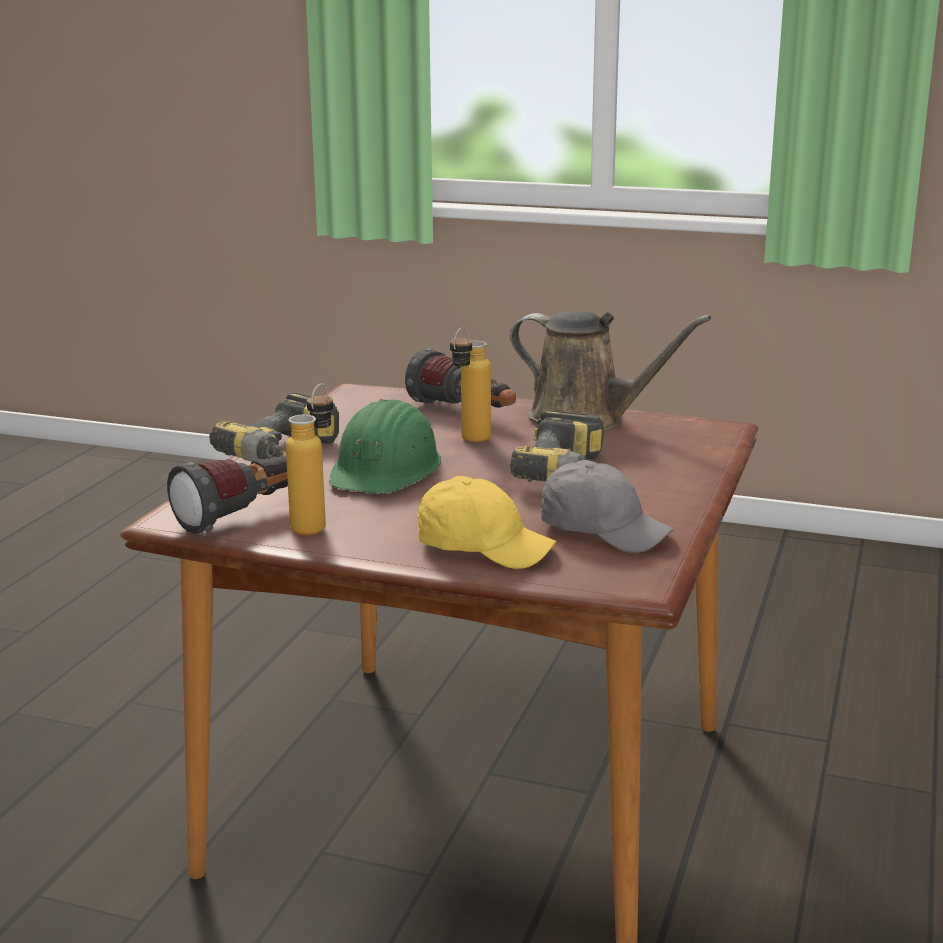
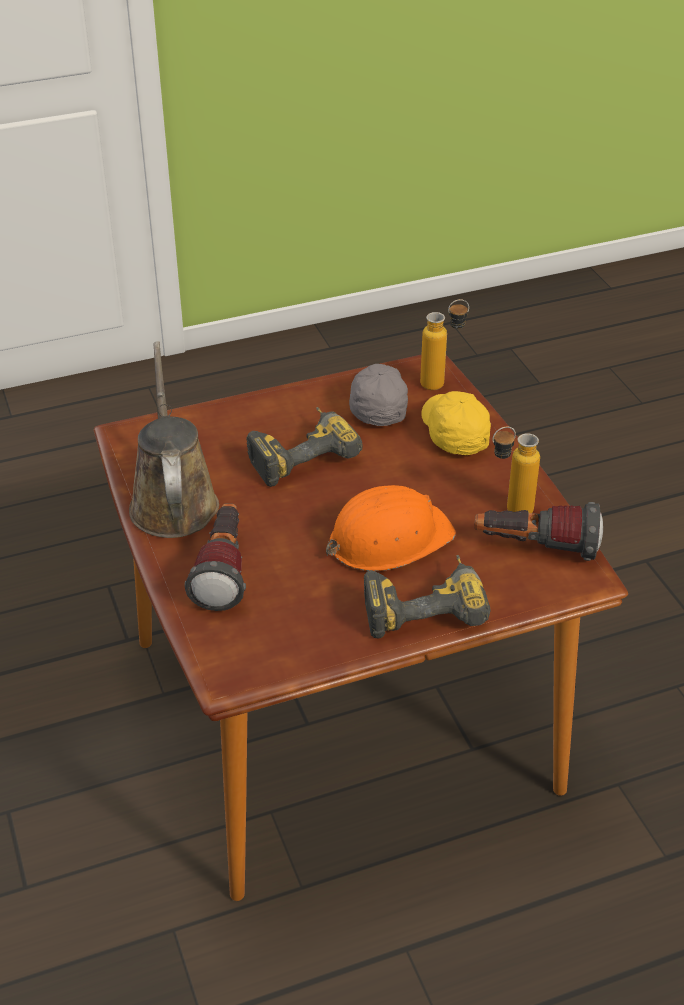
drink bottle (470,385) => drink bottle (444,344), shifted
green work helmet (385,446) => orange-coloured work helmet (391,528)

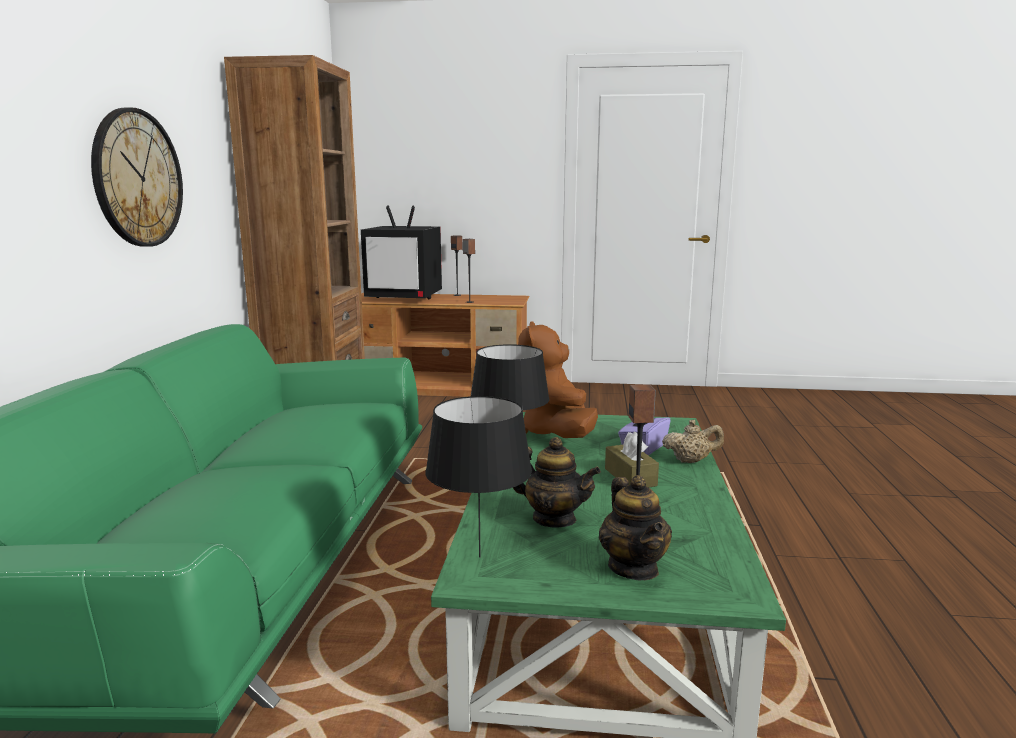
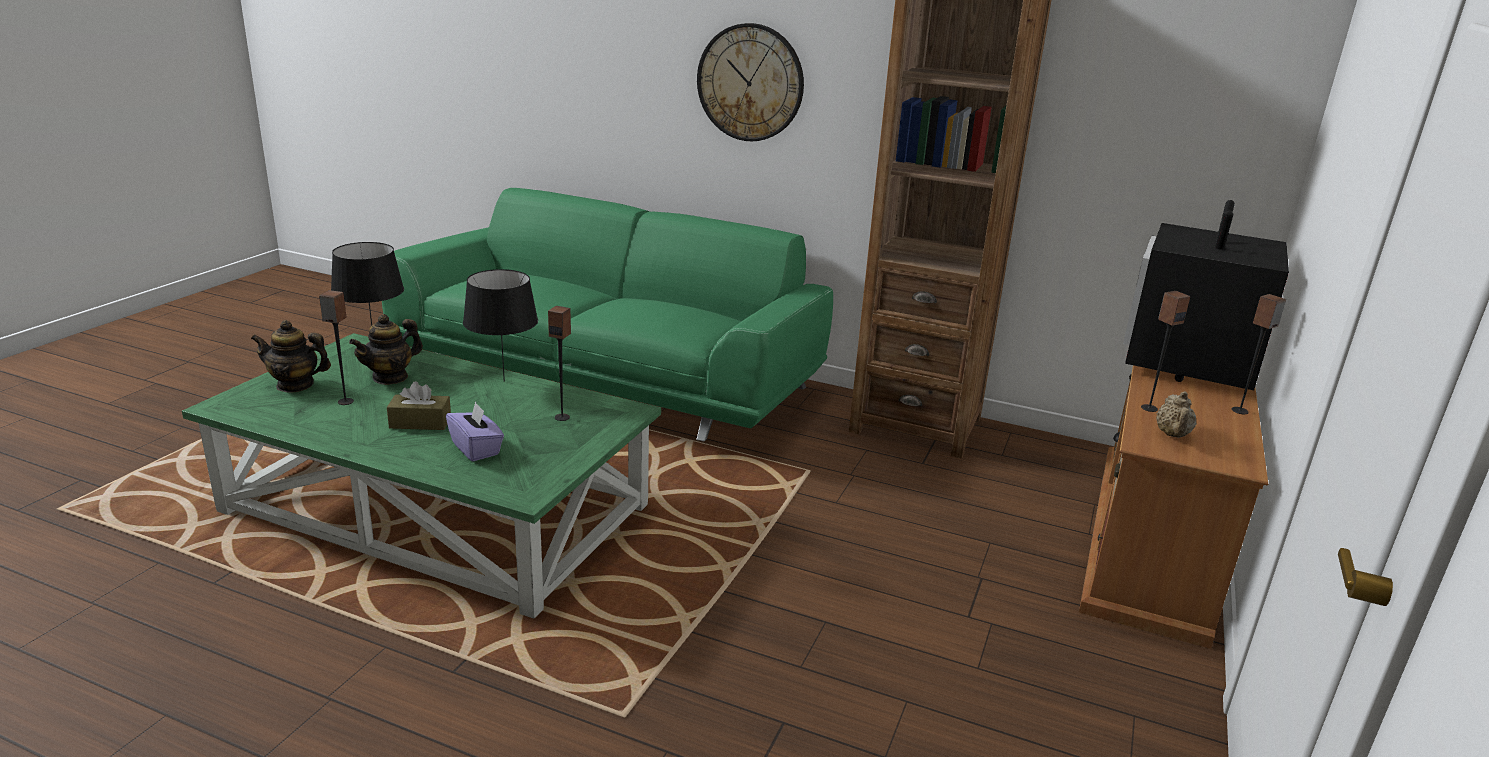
brown-coloured cuddly toy (558,380) => audio speaker (559,363)
sand-coloured pot for tea (693,441) => sand-coloured pot for tea (1176,414), shifted

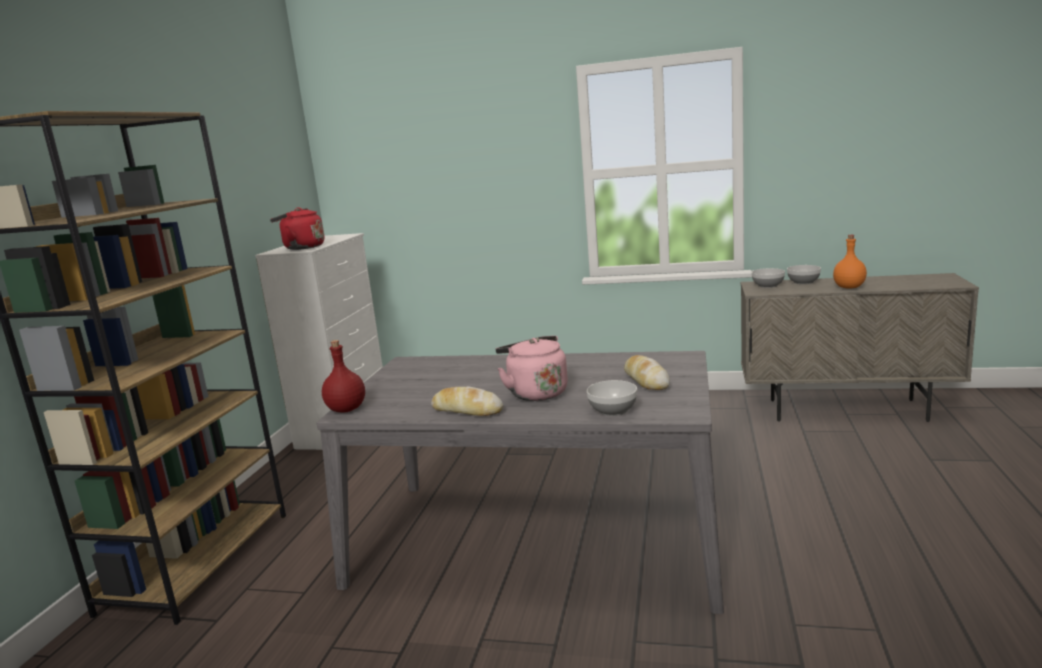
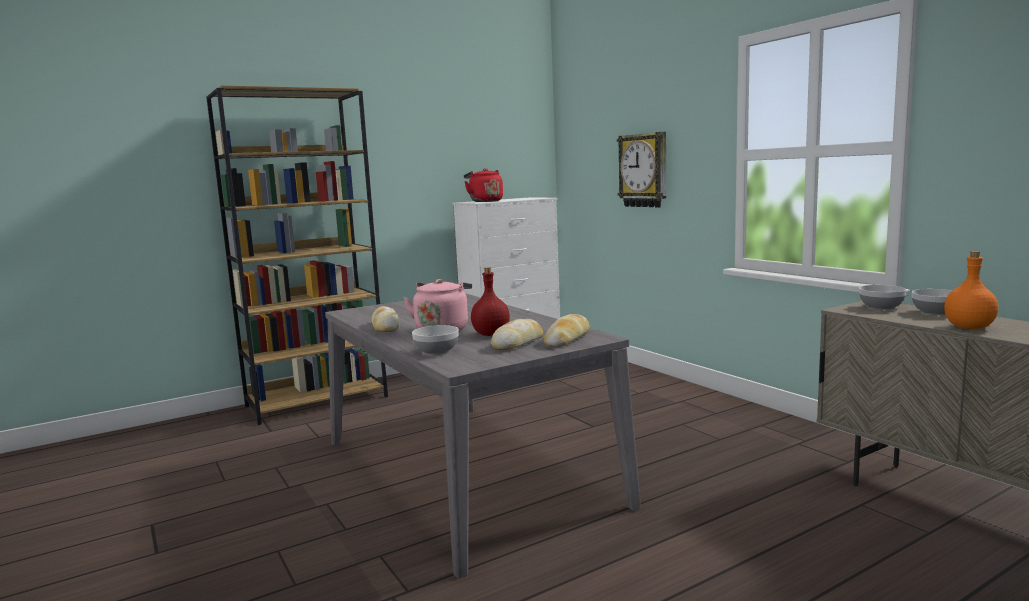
reddish drink bottle (343,376) => reddish drink bottle (490,301), shifted
nothing => wall clock (641,170)
nothing => bakery bread (567,330)

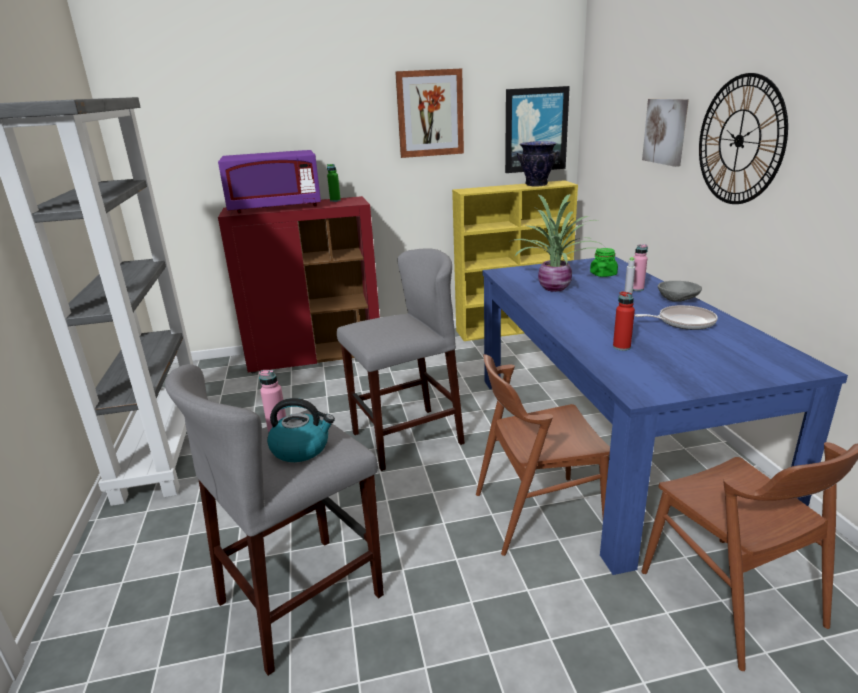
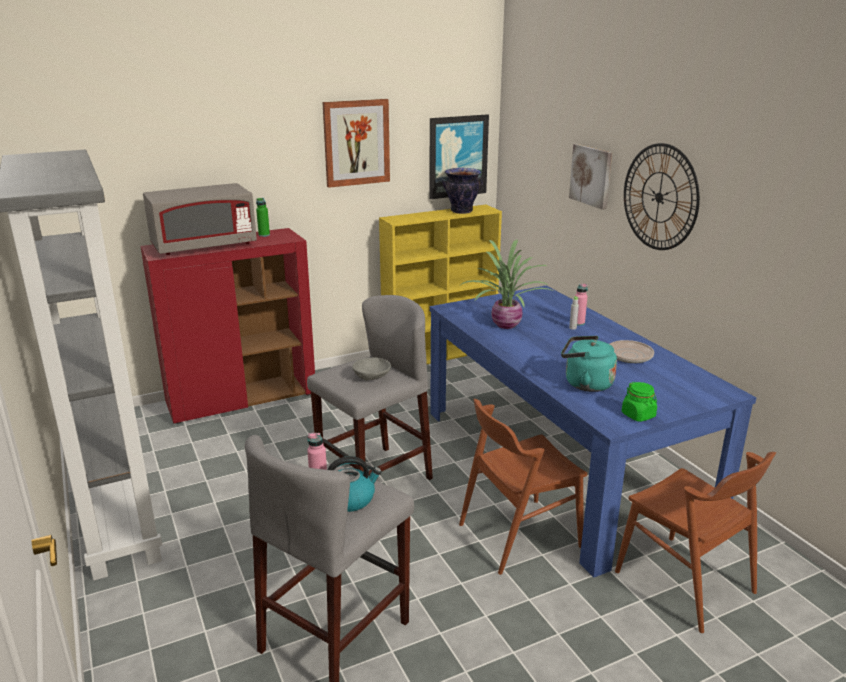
purplish microwave (269,181) => gray microwave (200,219)
green storage jar (604,262) => green storage jar (639,402), shifted
gray serving bowl (680,291) => gray serving bowl (371,369), shifted
reddish drink bottle (624,321) => blue-green water kettle (589,364)

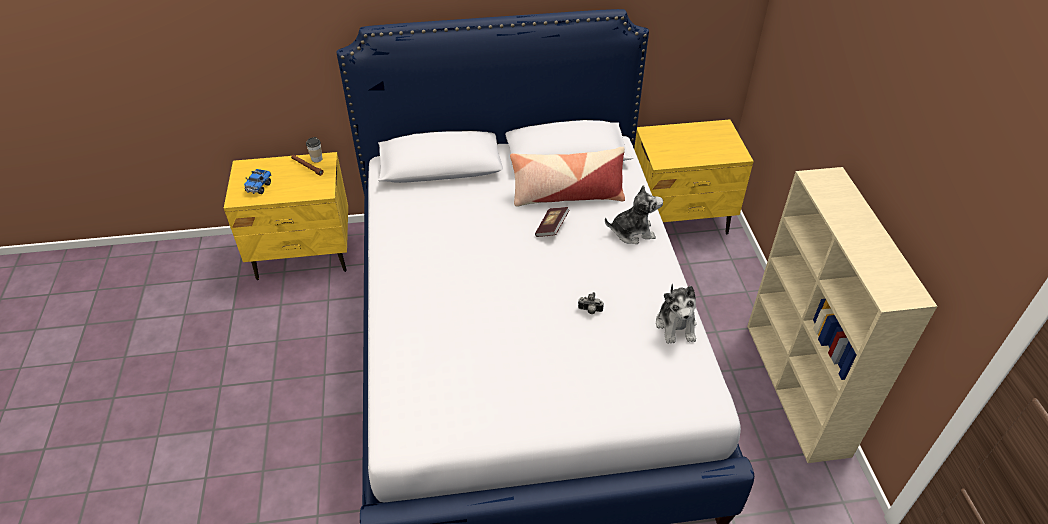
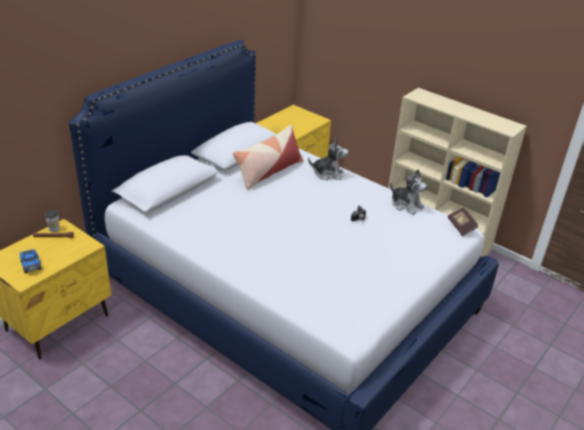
cuddly toy (634,214) => cuddly toy (328,159), 60 degrees clockwise
volume (552,222) => volume (463,221), shifted

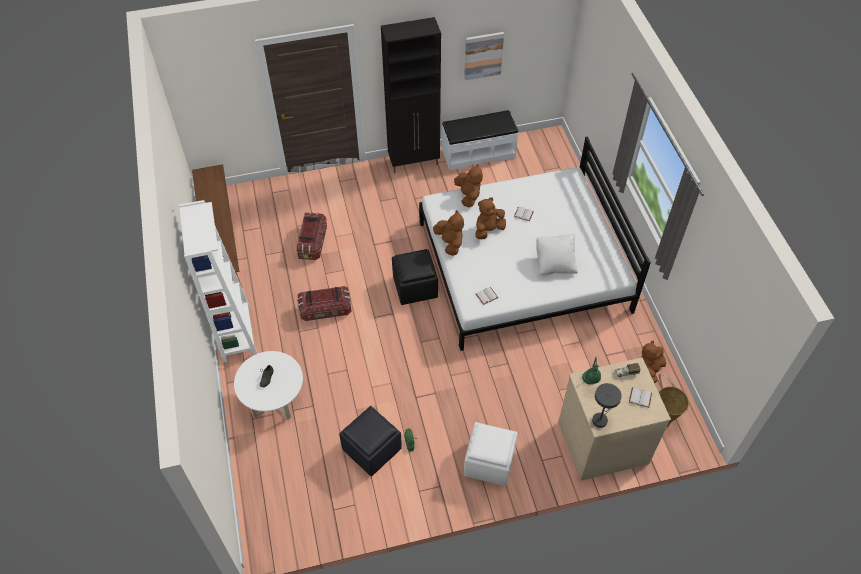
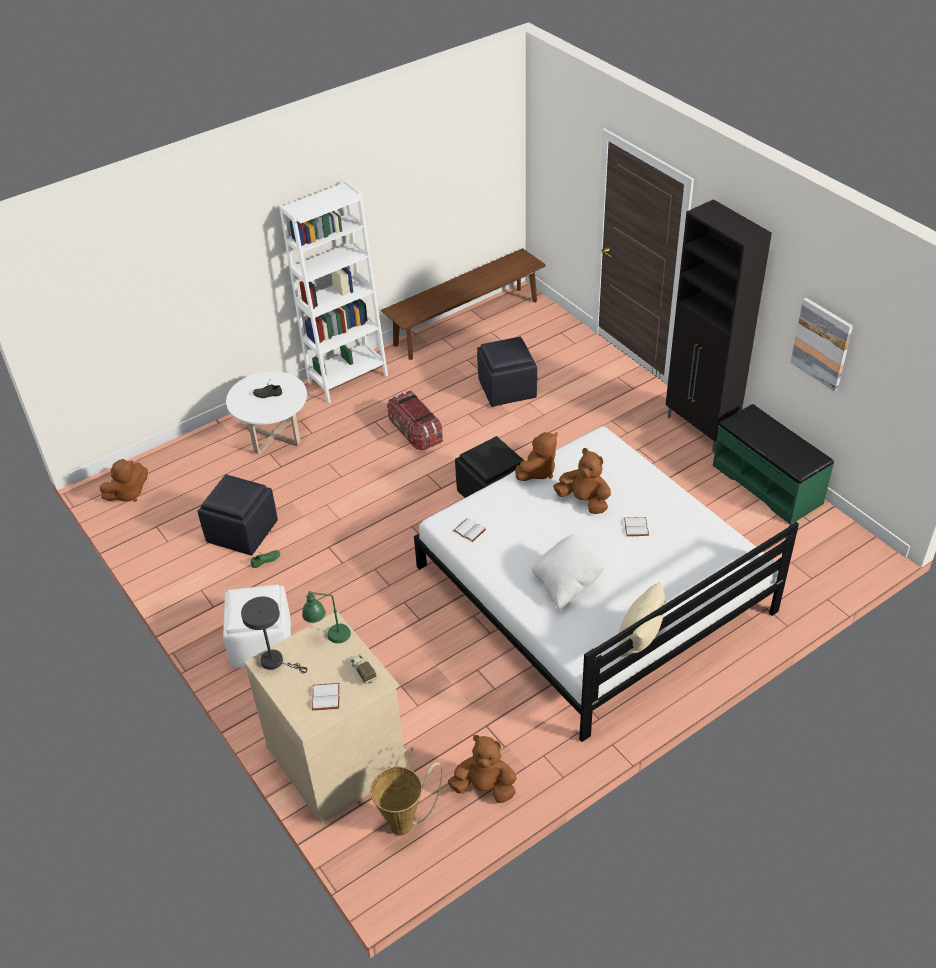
white-coloured bench (480,140) => green bench (773,464)
brown-coloured cuddly toy (468,185) => brown-coloured cuddly toy (124,480), shifted
storage container (312,236) => black-coloured ottoman (507,372)
nothing => sand-coloured cushion (642,619)

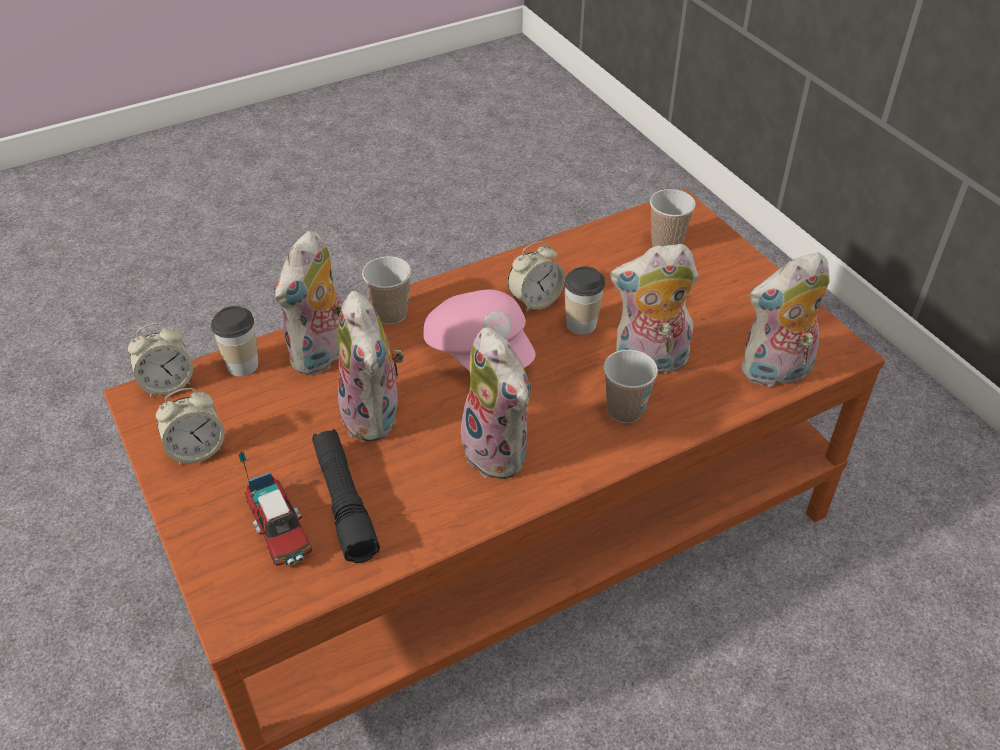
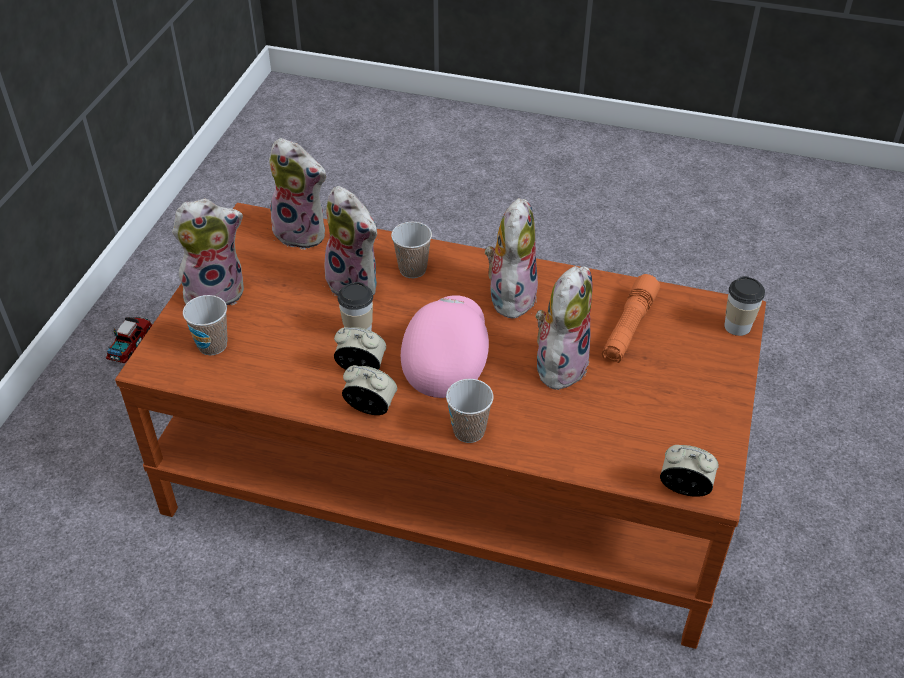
cuddly toy (308,303) => cuddly toy (208,252), shifted
cup (235,341) => cup (744,306), shifted
bedside clock (190,426) => bedside clock (369,390), shifted
black-coloured torch (346,496) => orange-coloured torch (631,318)
model truck (275,508) => model truck (129,340), shifted

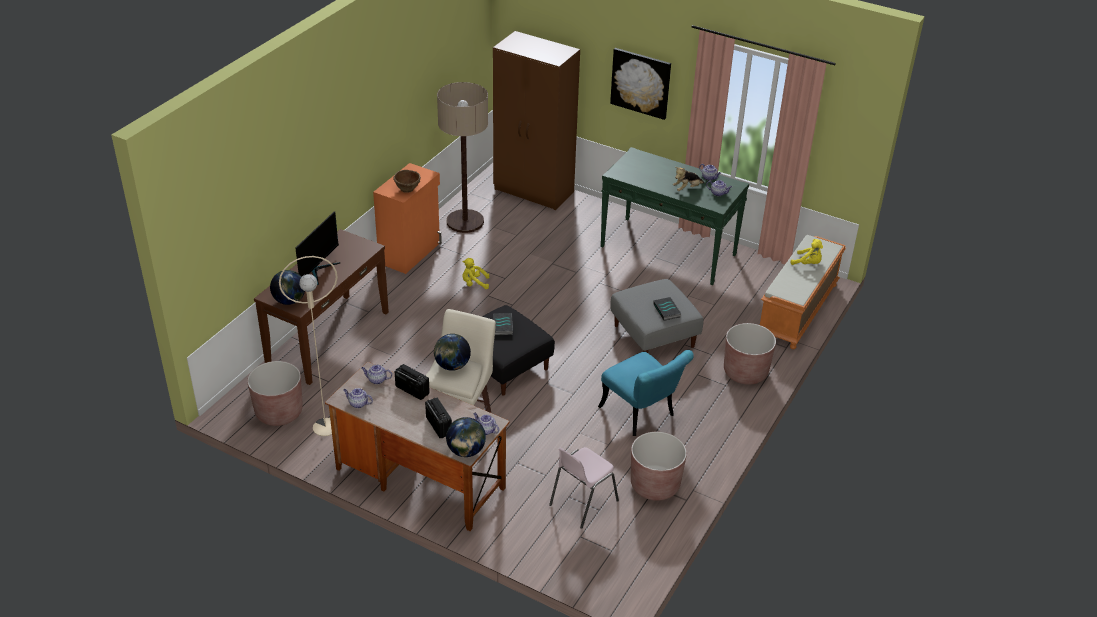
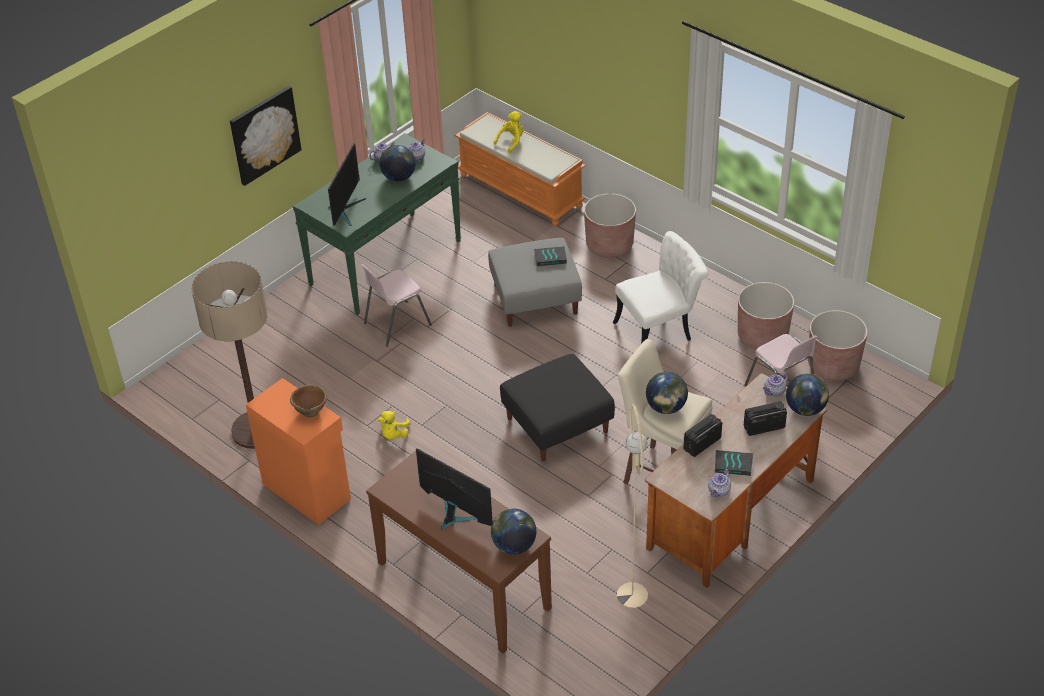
brown-coloured wardrobe (536,120) => nothing
cuddly toy (688,179) => world globe (397,163)
volume (503,324) => volume (734,463), shifted
blue-green chair (646,393) => white-coloured chair (660,287)
brown-coloured flower pot (275,393) => brown-coloured flower pot (838,345), shifted
pot for tea (376,374) => nothing
nothing => computer screen (347,184)
nothing => pink-coloured chair (396,305)

